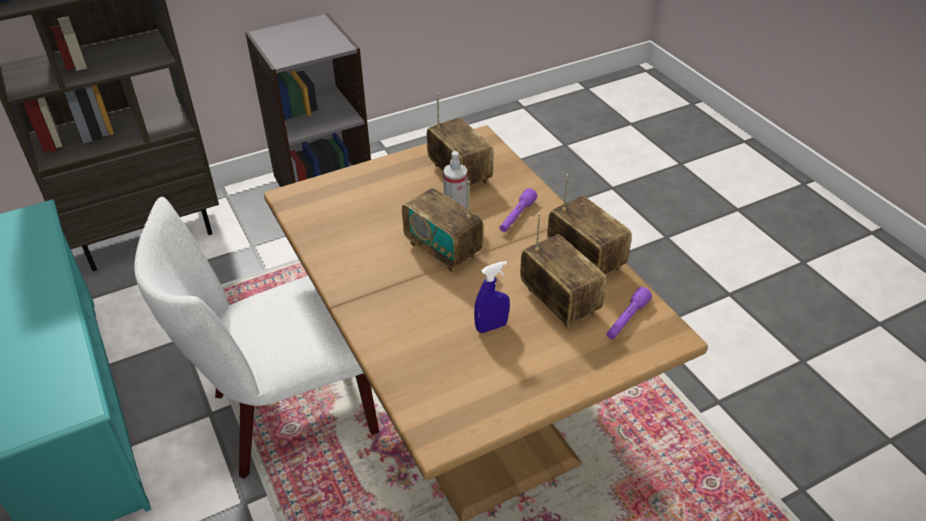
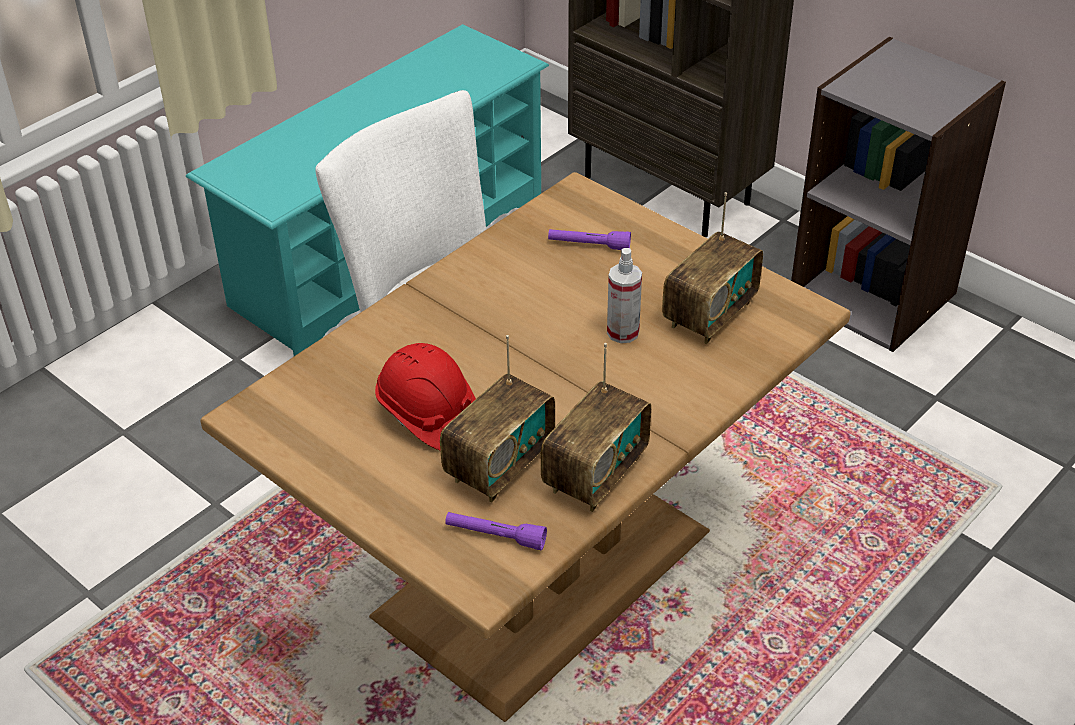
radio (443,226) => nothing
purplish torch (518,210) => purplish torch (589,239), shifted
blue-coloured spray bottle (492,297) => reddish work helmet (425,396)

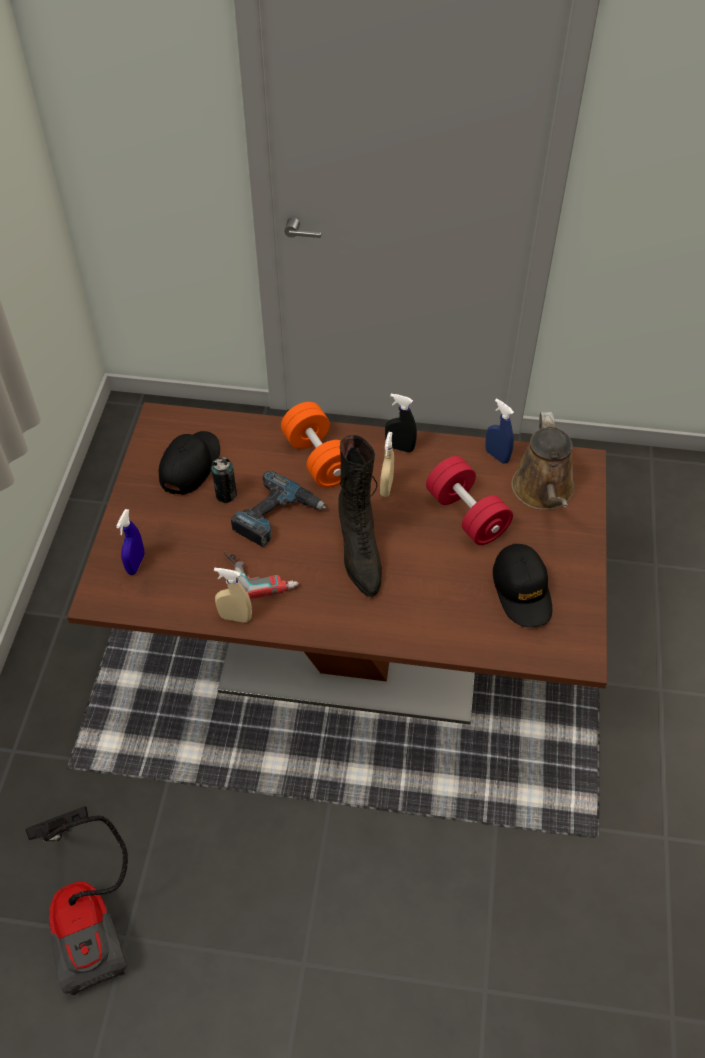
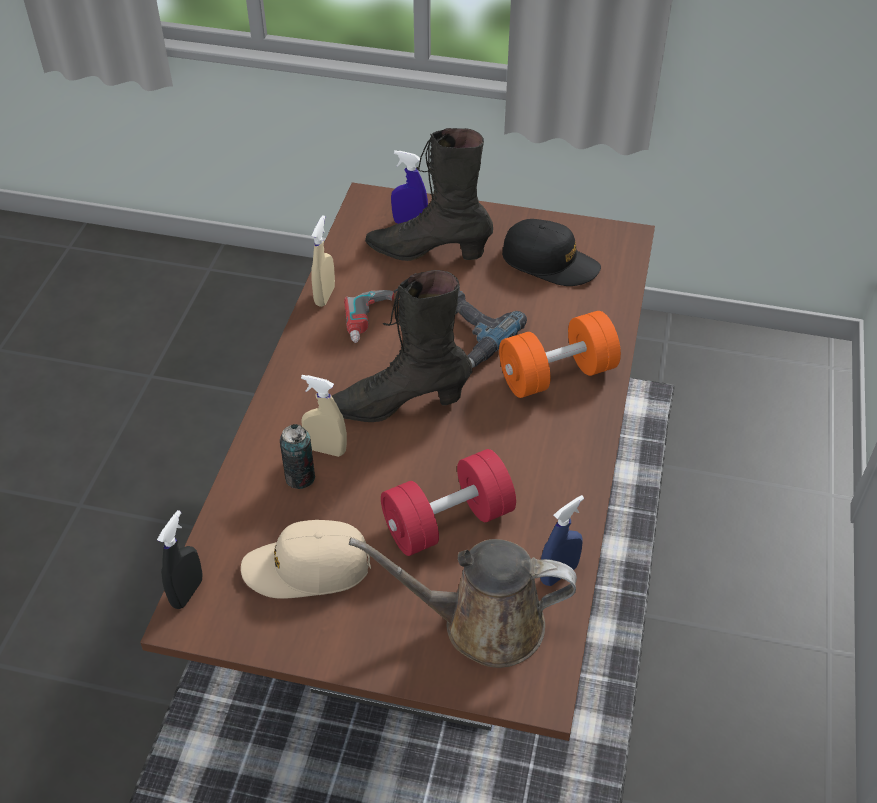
black-coloured spray bottle (401,423) => black-coloured spray bottle (179,559), shifted
sand-coloured spray bottle (387,464) => sand-coloured spray bottle (324,416), shifted
metal can (224,480) => metal can (297,456), shifted
black-coloured baseball cap (522,585) => sand-coloured baseball cap (306,559)
hoover (77,900) => nothing
nothing => black-coloured boot (429,194)

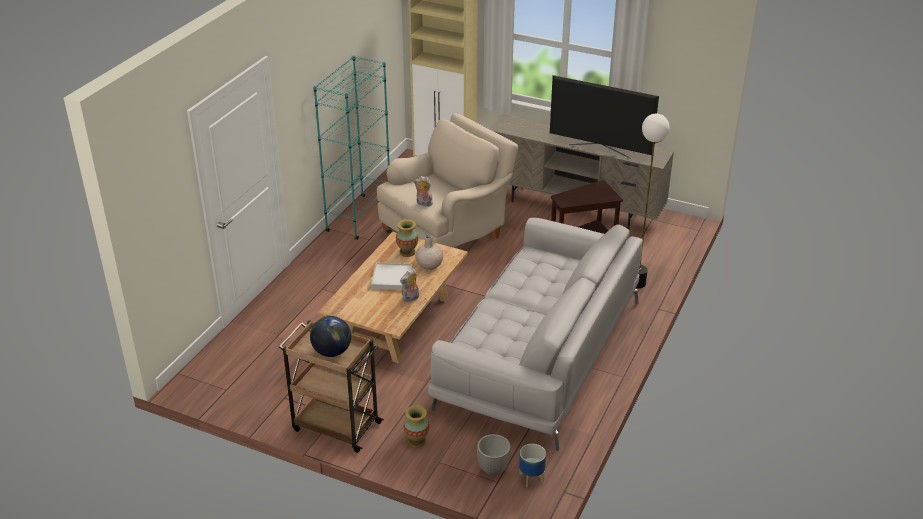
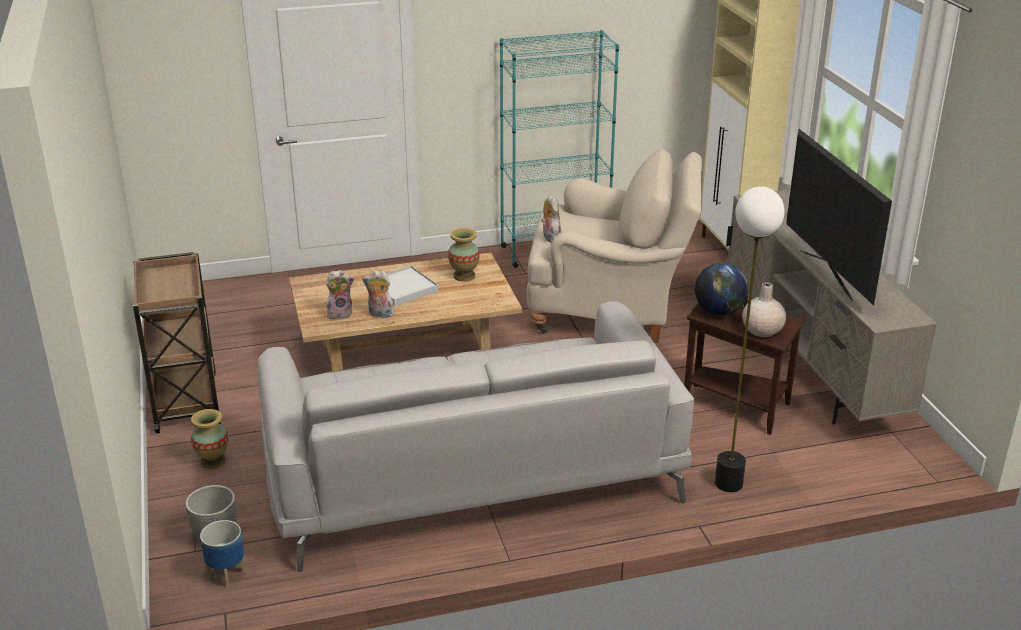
sand-coloured decorative vase (429,252) => sand-coloured decorative vase (764,310), shifted
world globe (330,336) => world globe (721,289), shifted
nothing => cuddly toy (340,294)

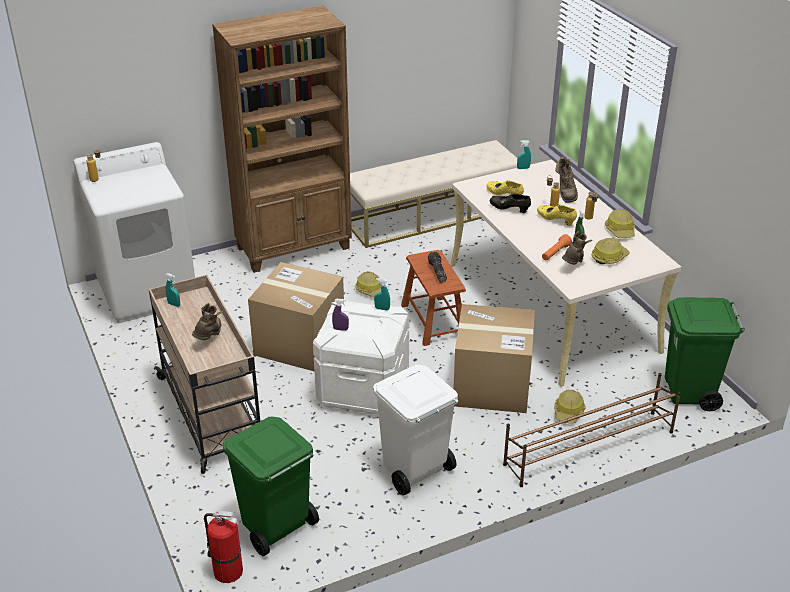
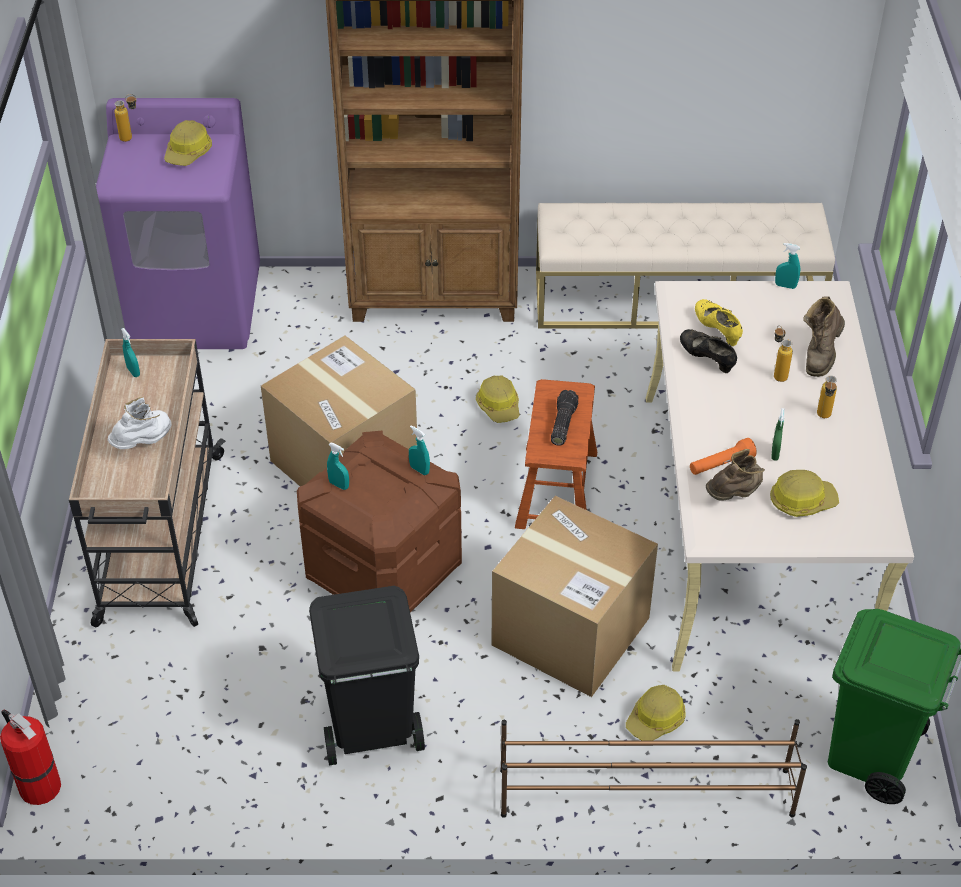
white-coloured laundry appliance (134,232) => purplish laundry appliance (178,223)
yellow low shoe (557,215) => nothing
work helmet (620,223) => work helmet (188,143), shifted
white-coloured storage container (361,356) => brown-coloured storage container (379,522)
purplish spray bottle (340,315) => blue-green spray bottle (338,466)
brown-coloured boot (207,321) => white-coloured boot (139,423)
white-coloured waste bin (416,430) => black-coloured waste bin (367,676)
green waste bin (271,486) => nothing

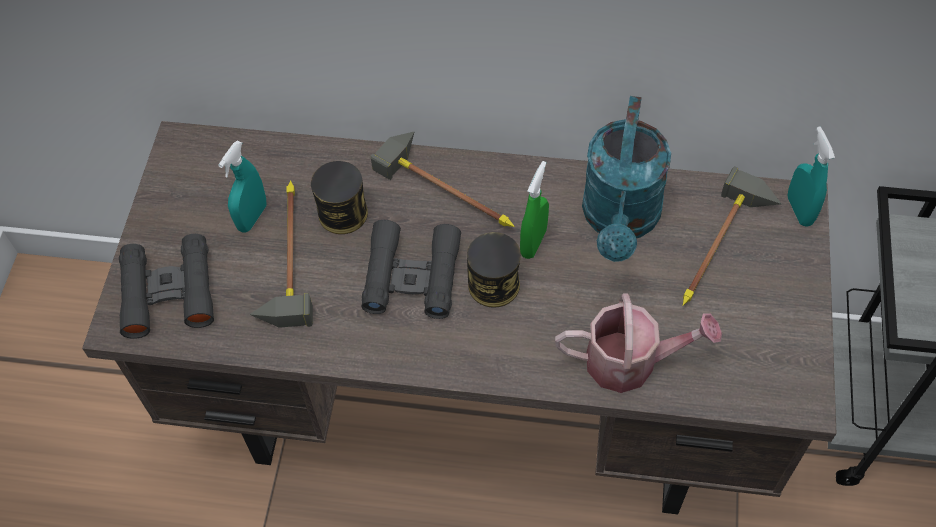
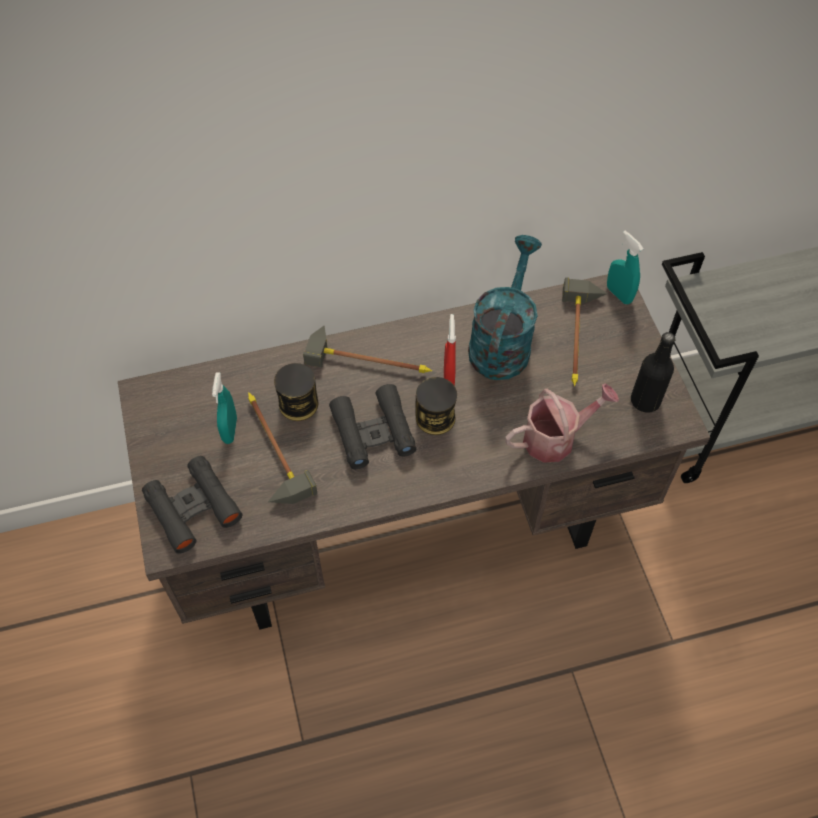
blue-green watering pot (626,179) => blue-green watering pot (505,307), 150 degrees counterclockwise
green spray bottle (534,210) => reddish spray bottle (450,350)
nothing => black-coloured drink bottle (653,372)

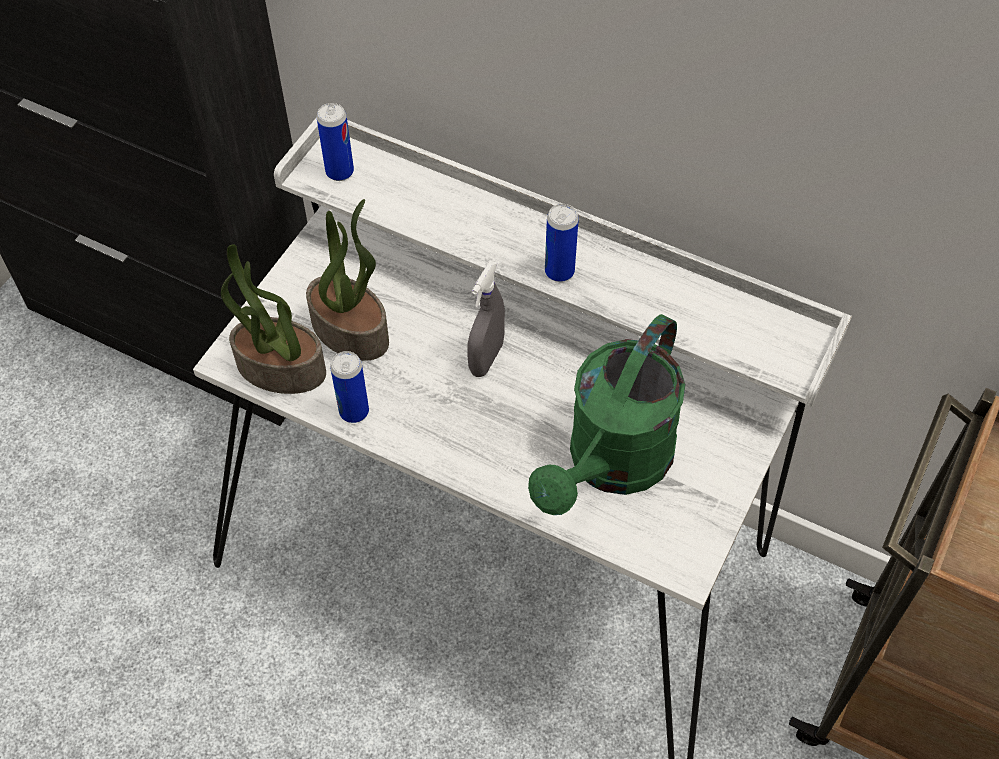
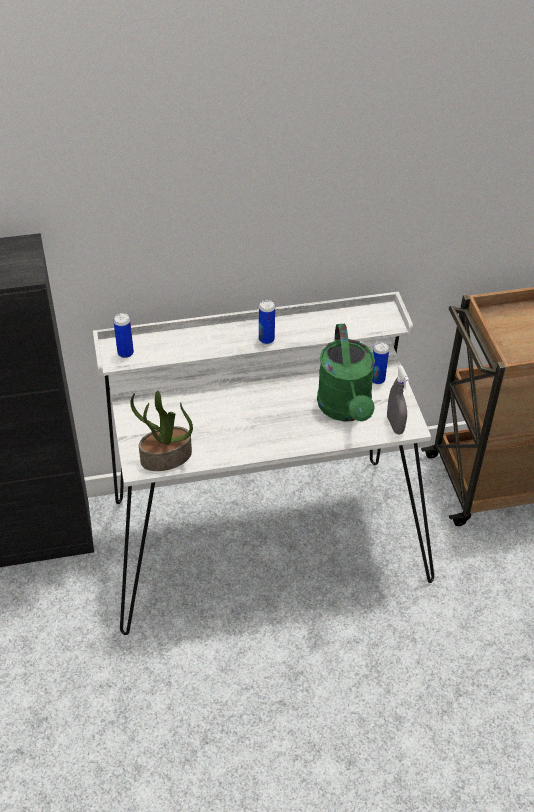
potted plant (347,280) => nothing
gray spray bottle (486,319) => gray spray bottle (398,400), shifted
metal can (349,387) => metal can (380,363), shifted

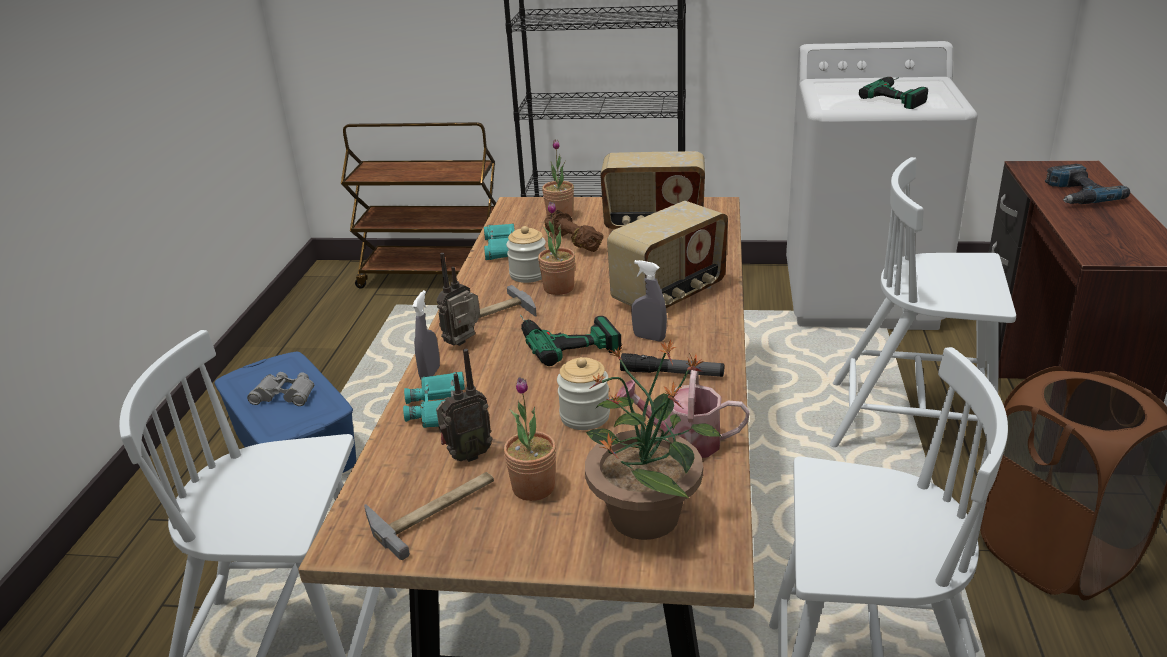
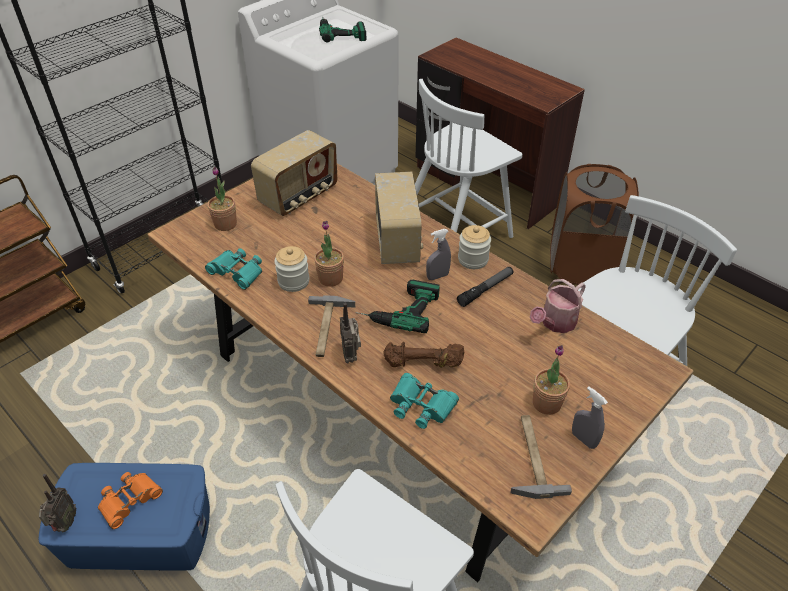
drill (1087,184) => nothing
brown-coloured hand weight (574,231) => brown-coloured hand weight (424,355), shifted
gray spray bottle (426,334) => gray spray bottle (590,418), shifted
potted plant (653,439) => nothing
radio (464,405) => radio (57,503), shifted
storage jar (583,393) => storage jar (474,247), shifted
gray field glasses (280,389) => orange-coloured field glasses (130,500)

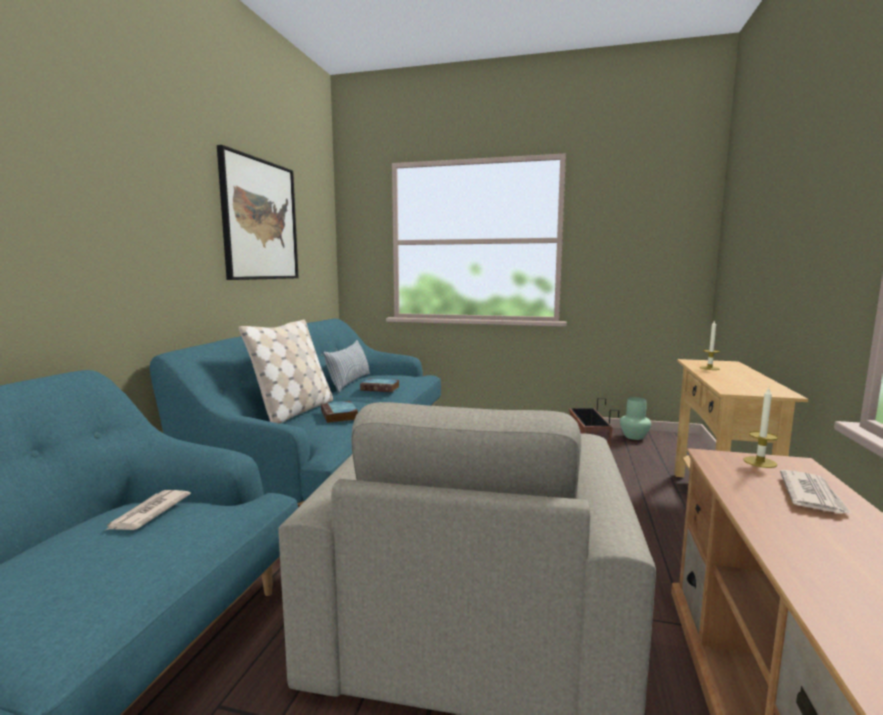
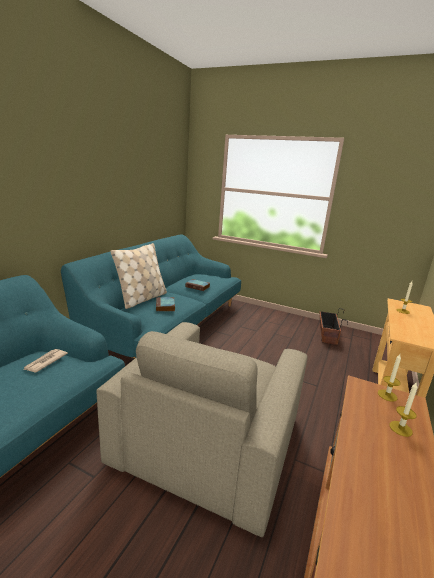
wall art (258,212) => nothing
cushion (346,366) => nothing
green decorative vase (635,418) => nothing
printed paper (816,492) => candle (404,410)

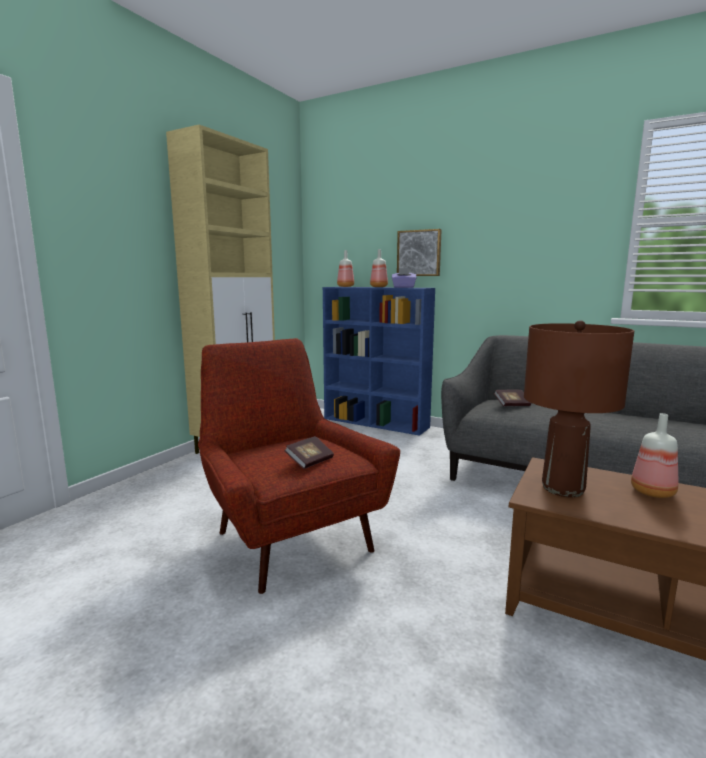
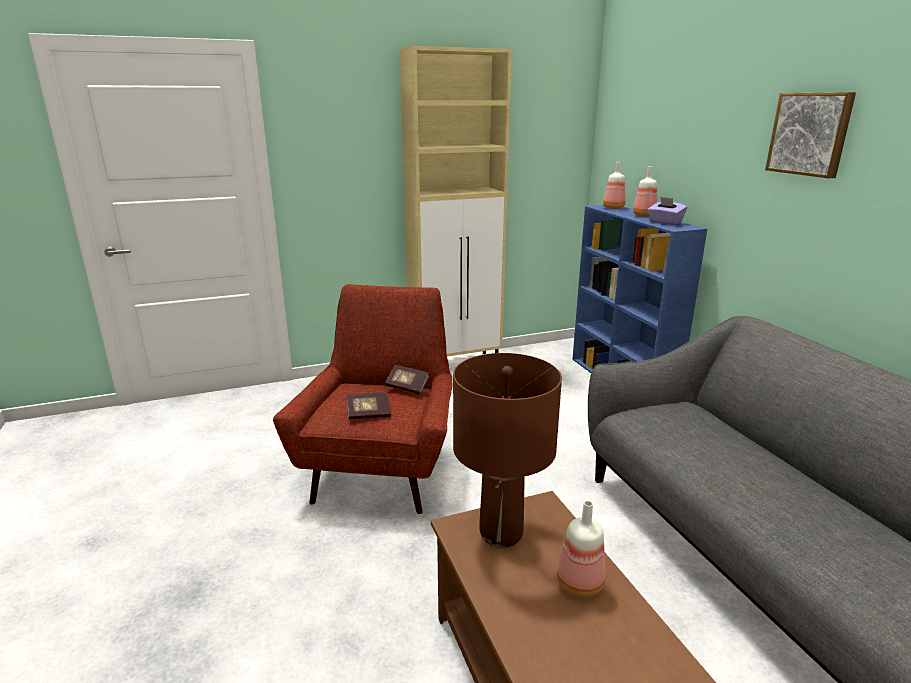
wall art (419,252) => wall art (810,135), shifted
volume (512,398) => volume (407,379), shifted

